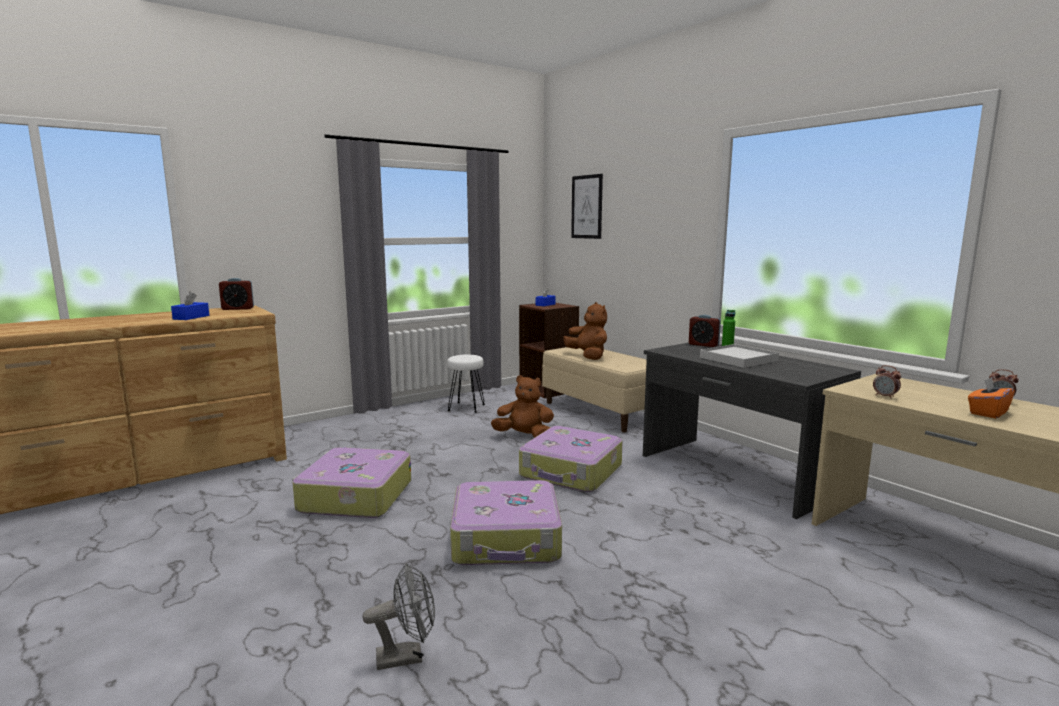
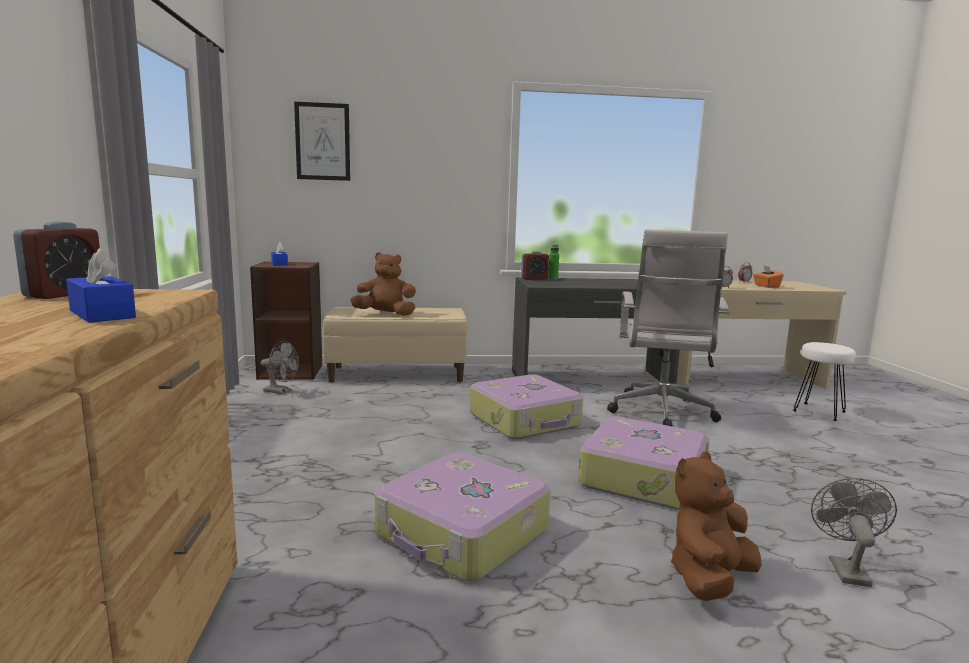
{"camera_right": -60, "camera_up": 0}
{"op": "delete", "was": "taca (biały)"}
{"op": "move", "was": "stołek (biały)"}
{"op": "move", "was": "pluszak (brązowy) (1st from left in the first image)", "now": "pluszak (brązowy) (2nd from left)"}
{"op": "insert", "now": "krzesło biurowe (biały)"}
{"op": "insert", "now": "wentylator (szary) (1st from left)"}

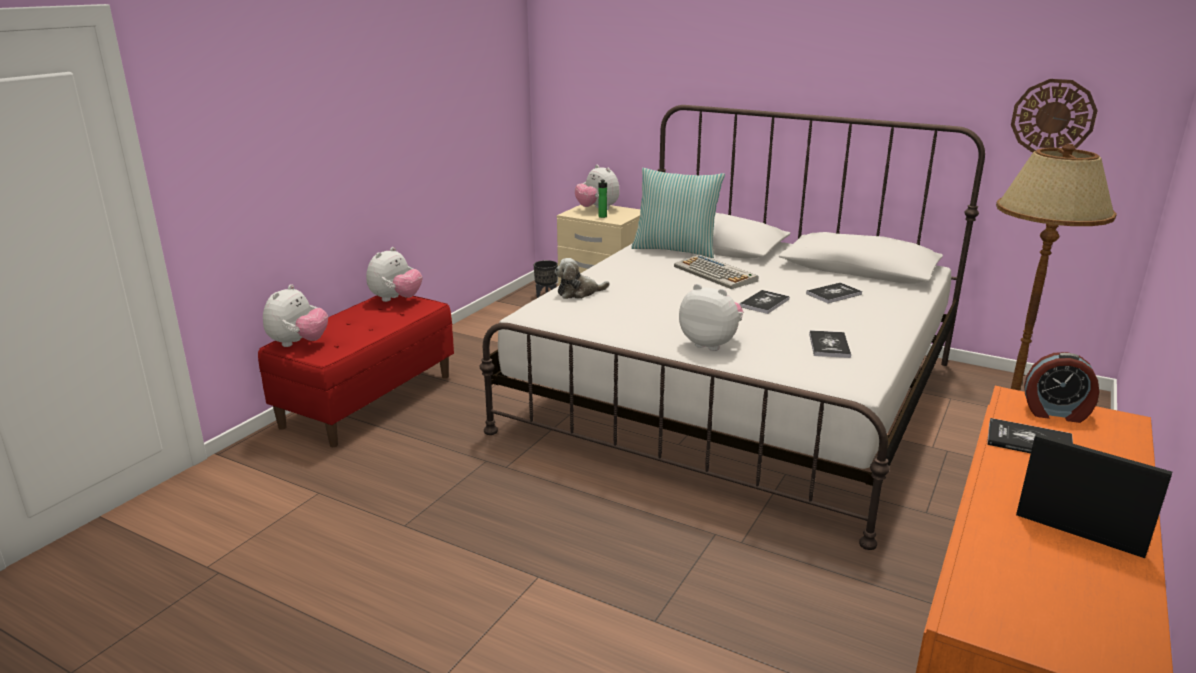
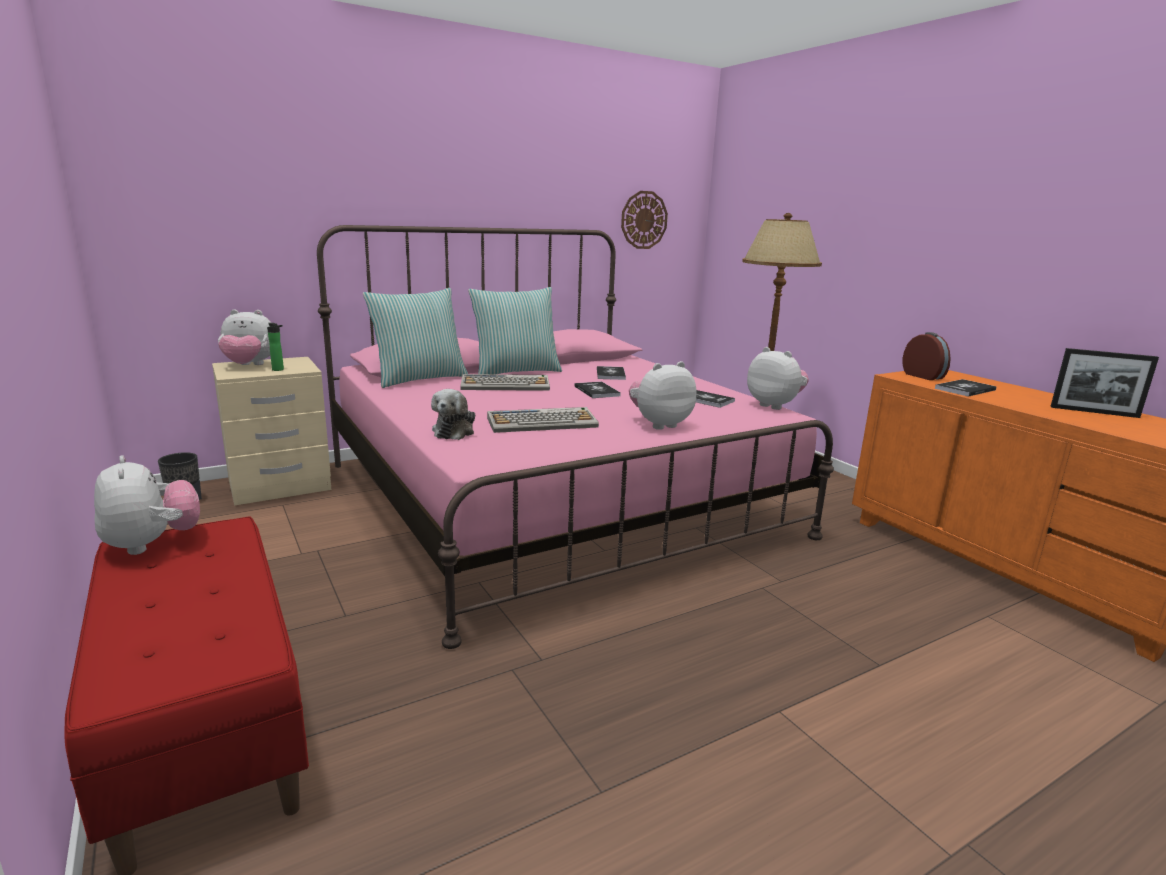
{"camera_right": -60, "camera_up": -5}
{"op": "recolor", "was": "łóżko (biały)", "now": "łóżko (różowy)"}
{"op": "move", "was": "pluszak (1st from left in the first image)", "now": "pluszak (5th from left)"}
{"op": "rotate", "was": "budzik", "clockwise": -75}
{"op": "rotate", "was": "ramka na zdjęcie", "clockwise": -135}
{"op": "insert", "now": "poduszka (2nd from left)"}
{"op": "insert", "now": "klawiatura (2nd from left)"}

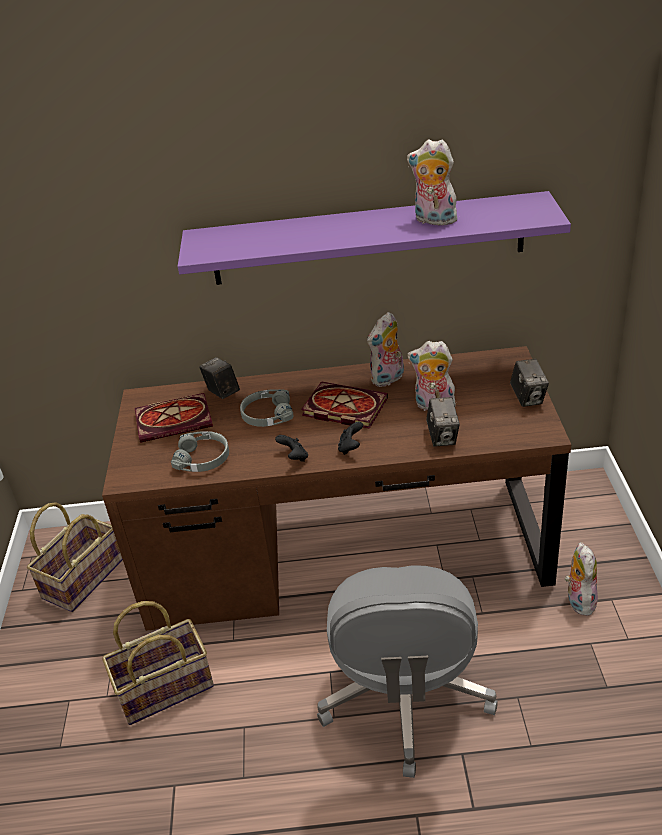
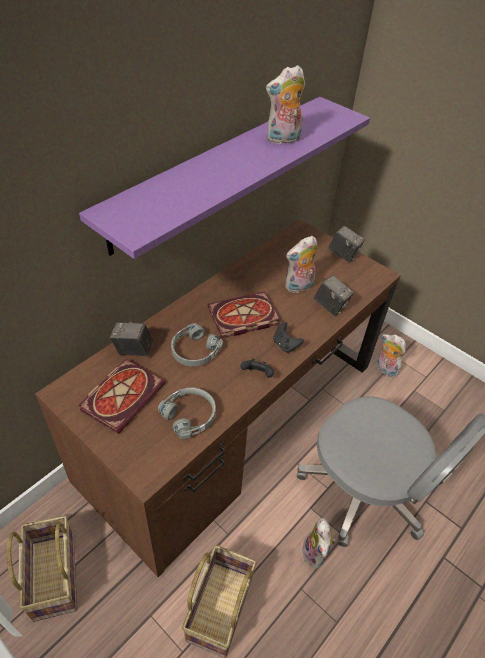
{"camera_right": -50, "camera_up": 10}
{"op": "move", "was": "pluszak (1st from left in the first image)", "now": "pluszak (3rd from left)"}

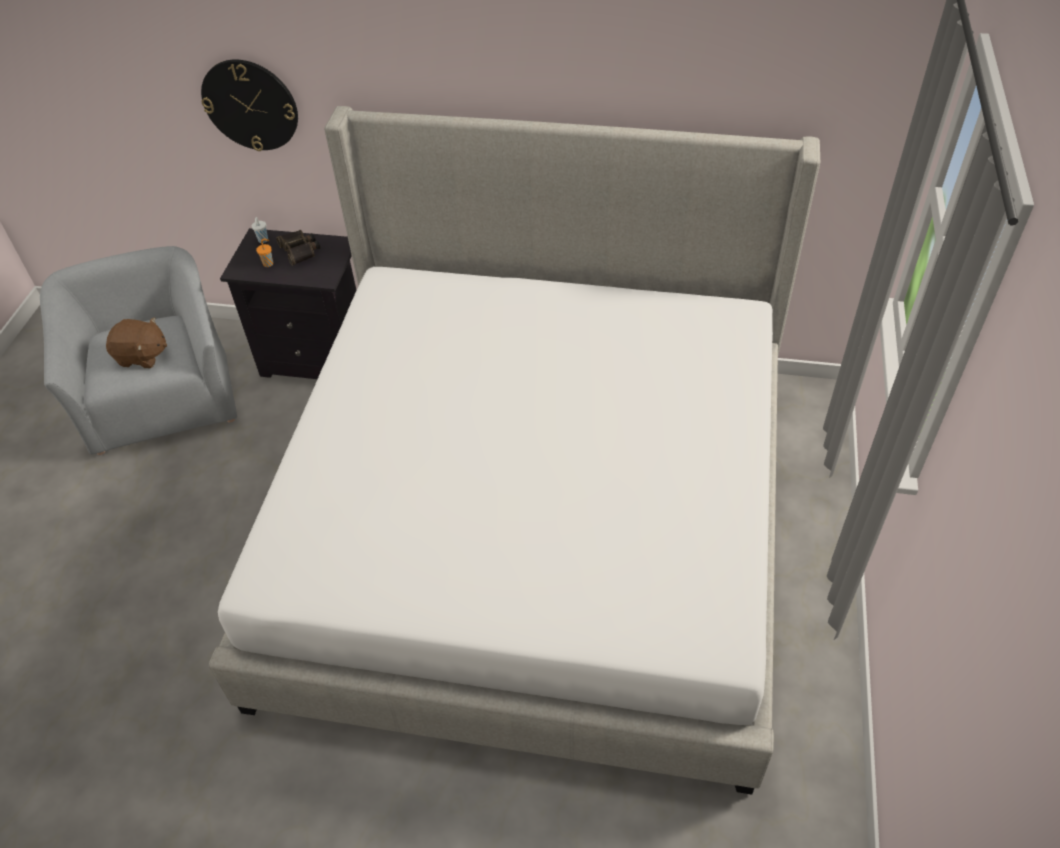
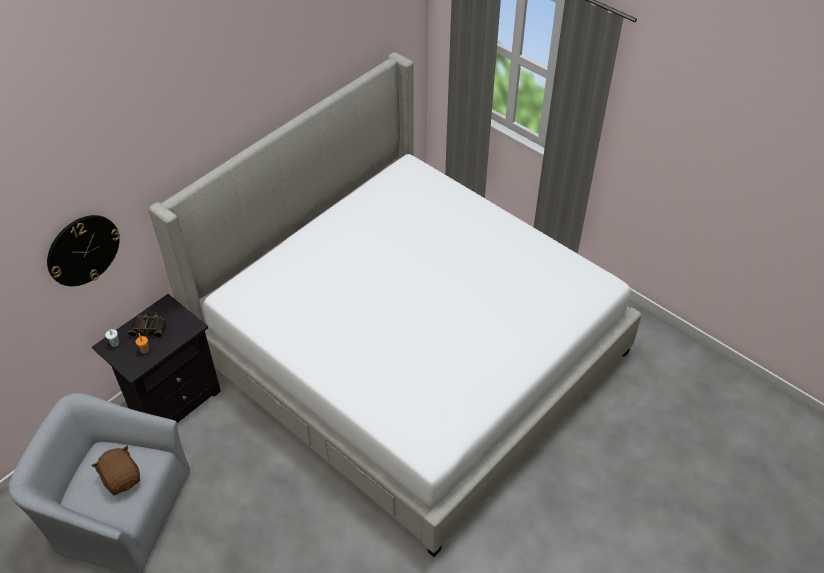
{"camera_right": -60, "camera_up": 0}
{"op": "rotate", "was": "pluszak (brązowy)", "clockwise": -75}

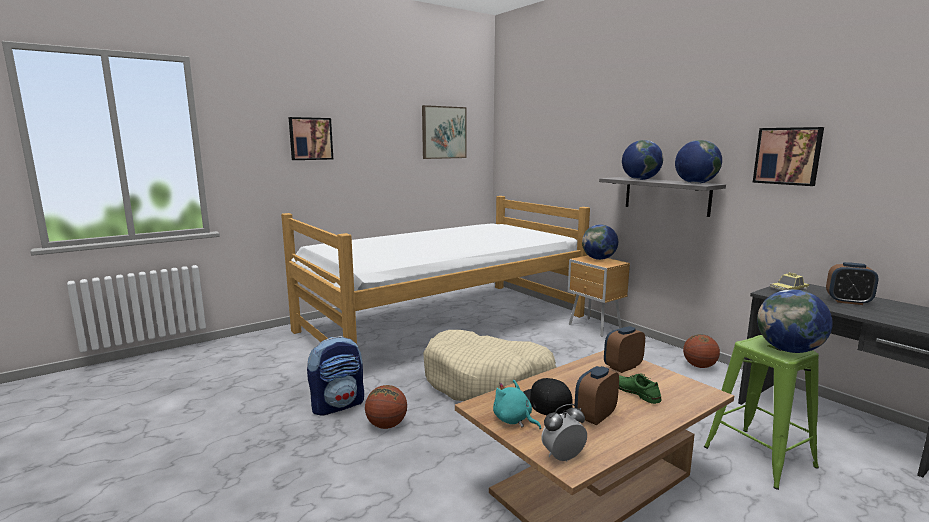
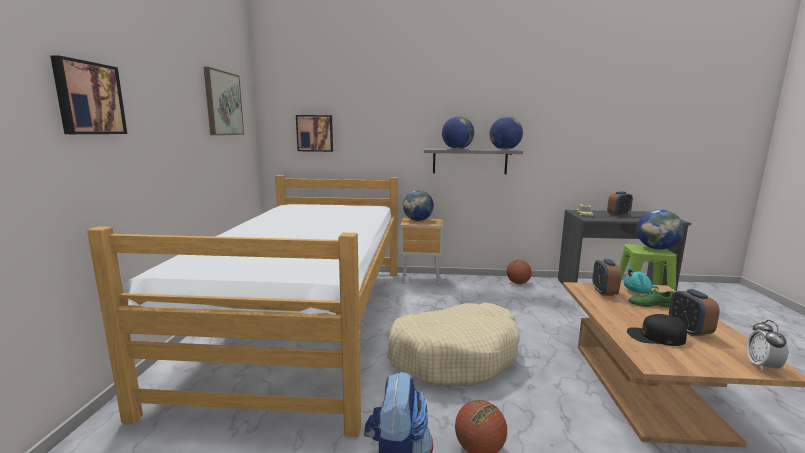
{"camera_right": -50, "camera_up": 0}
{"op": "move", "was": "obraz (3rd from left)"}
{"op": "move", "was": "pluszak (turkusowy)"}

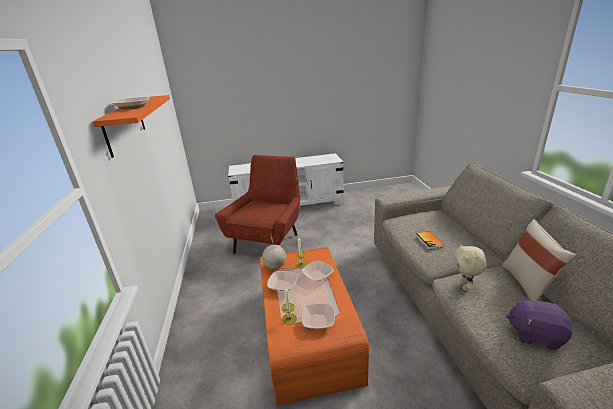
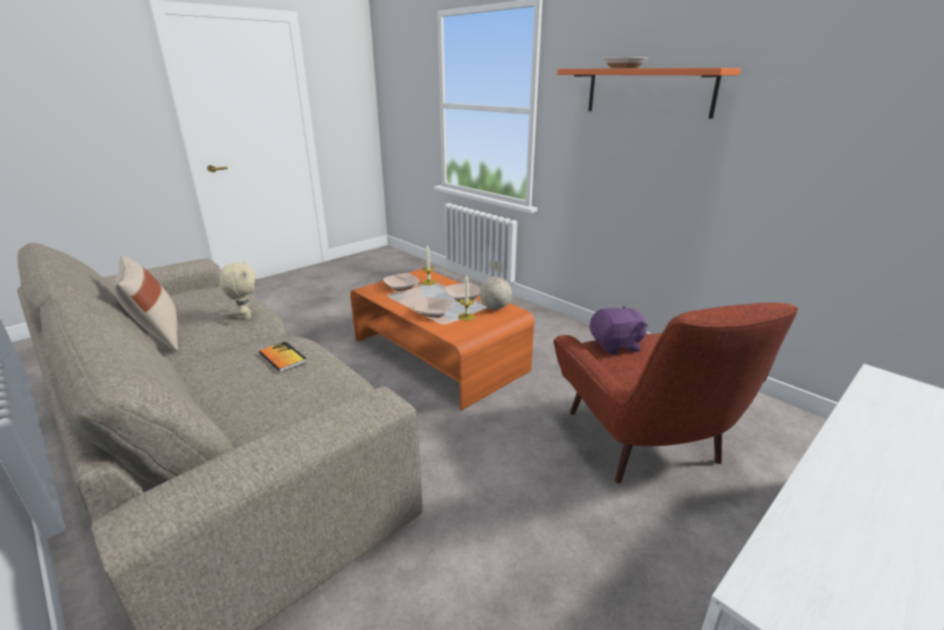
{"camera_right": 145, "camera_up": 0}
{"op": "move", "was": "pluszak (fioletowy)"}

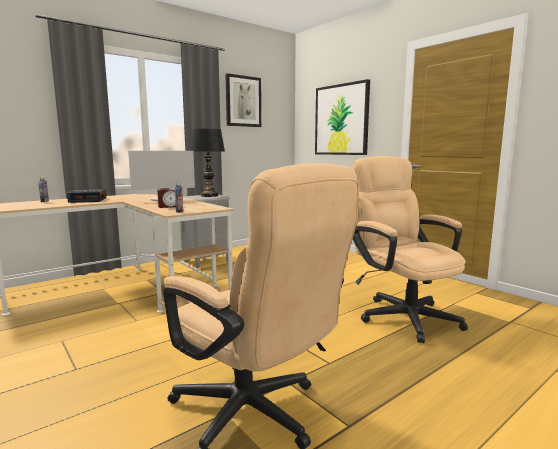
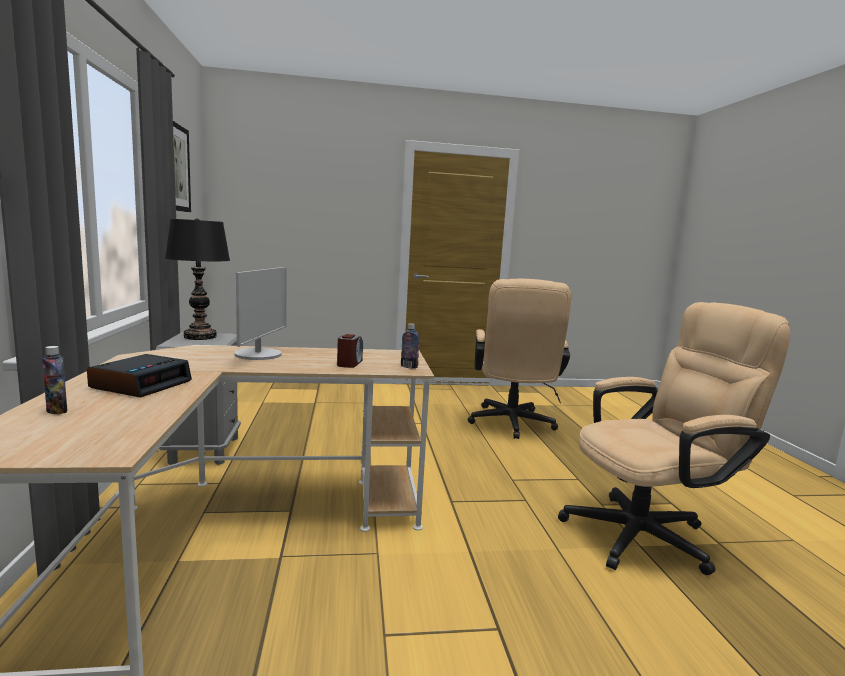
{"camera_right": -60, "camera_up": 0}
{"op": "delete", "was": "obraz (2nd from left)"}
{"op": "rotate", "was": "krzesło biurowe (beżowy) (2nd from left in the first image)", "clockwise": -90}

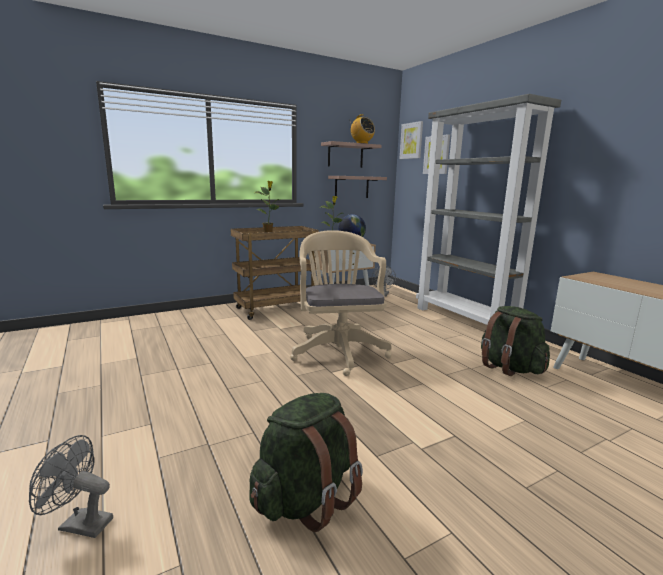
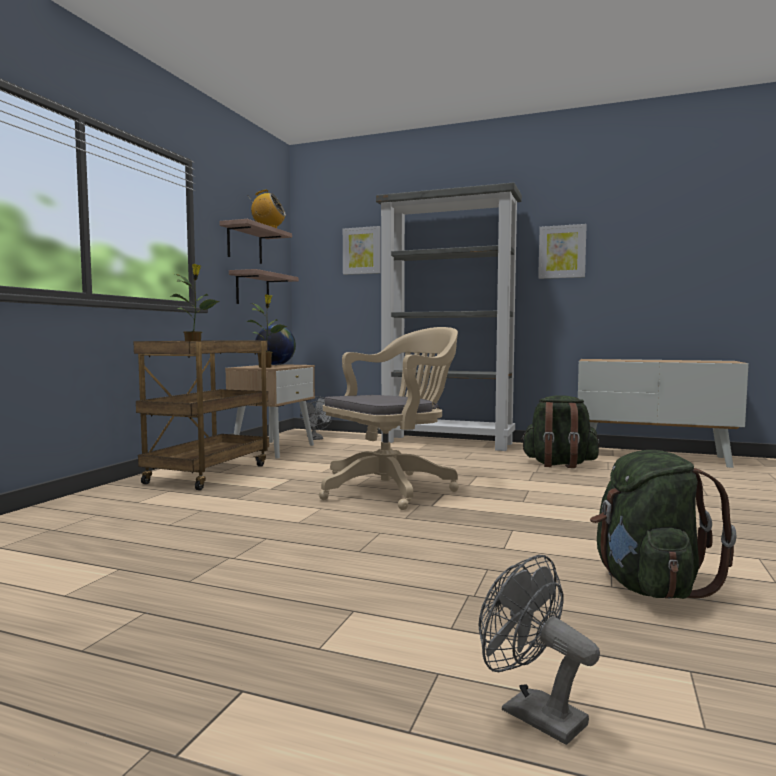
{"camera_right": -40, "camera_up": -10}
{"op": "move", "was": "obraz (1st from left in the first image)", "now": "obraz (2nd from left)"}
{"op": "rotate", "was": "krzesło biurowe (beżowy)", "clockwise": 105}
{"op": "rotate", "was": "wentylator (szary) (1st from left in the first image)", "clockwise": 75}

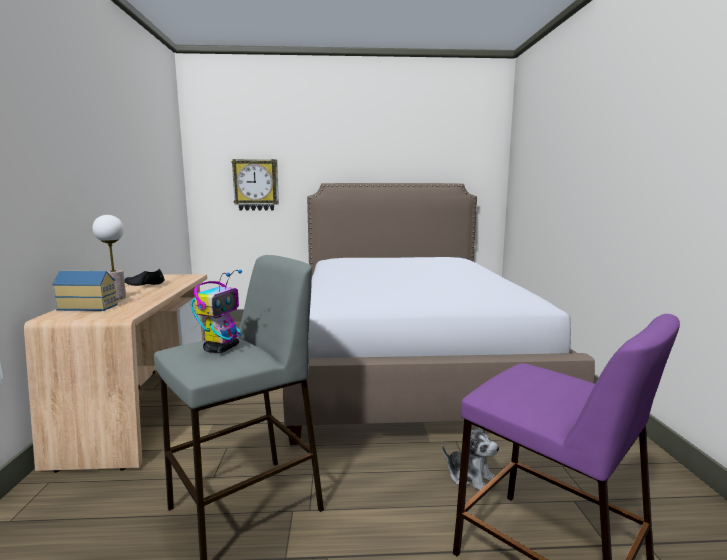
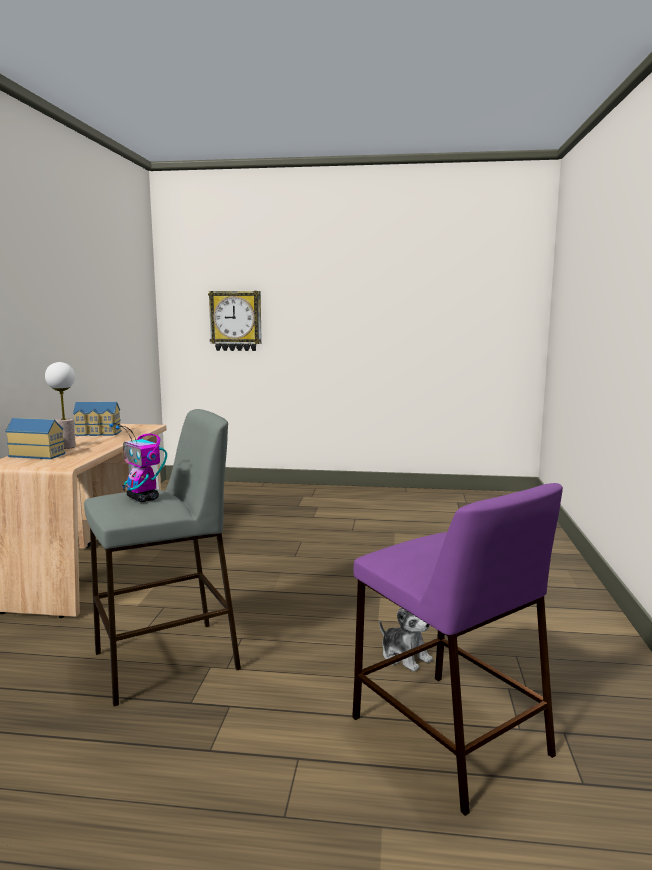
{"camera_right": 10, "camera_up": 0}
{"op": "delete", "was": "łóżko"}
{"op": "replace", "was": "but (czarny)", "now": "domek (2nd from left)"}
{"op": "rotate", "was": "robot zabawkowy", "clockwise": 105}

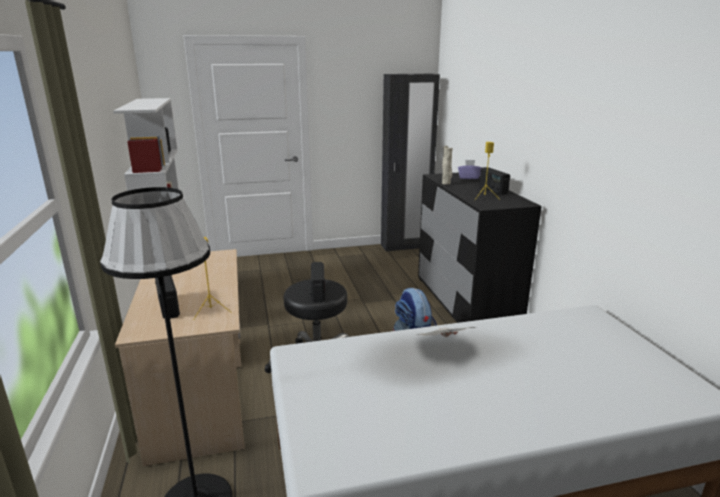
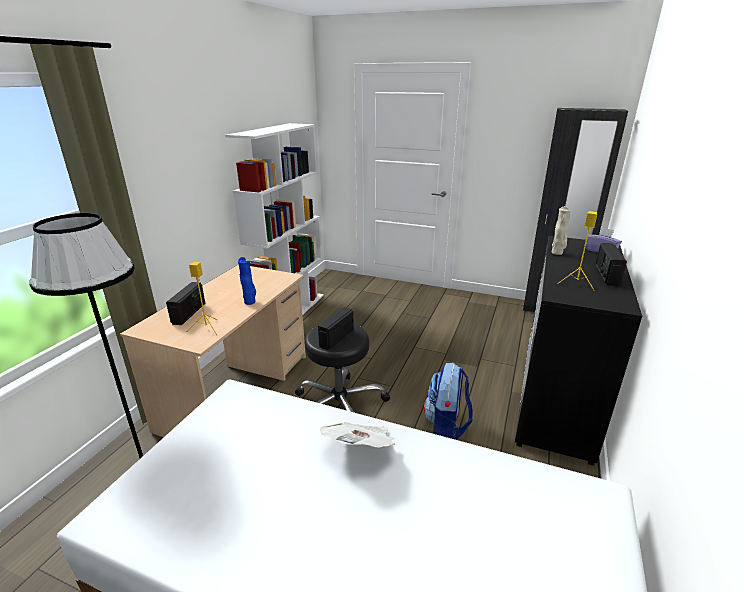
{"camera_right": 35, "camera_up": 5}
{"op": "insert", "now": "wazon (niebieski)"}

